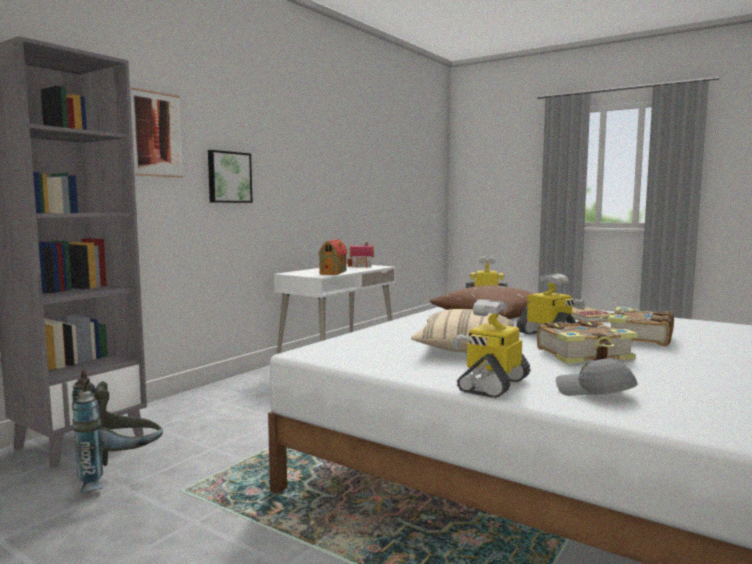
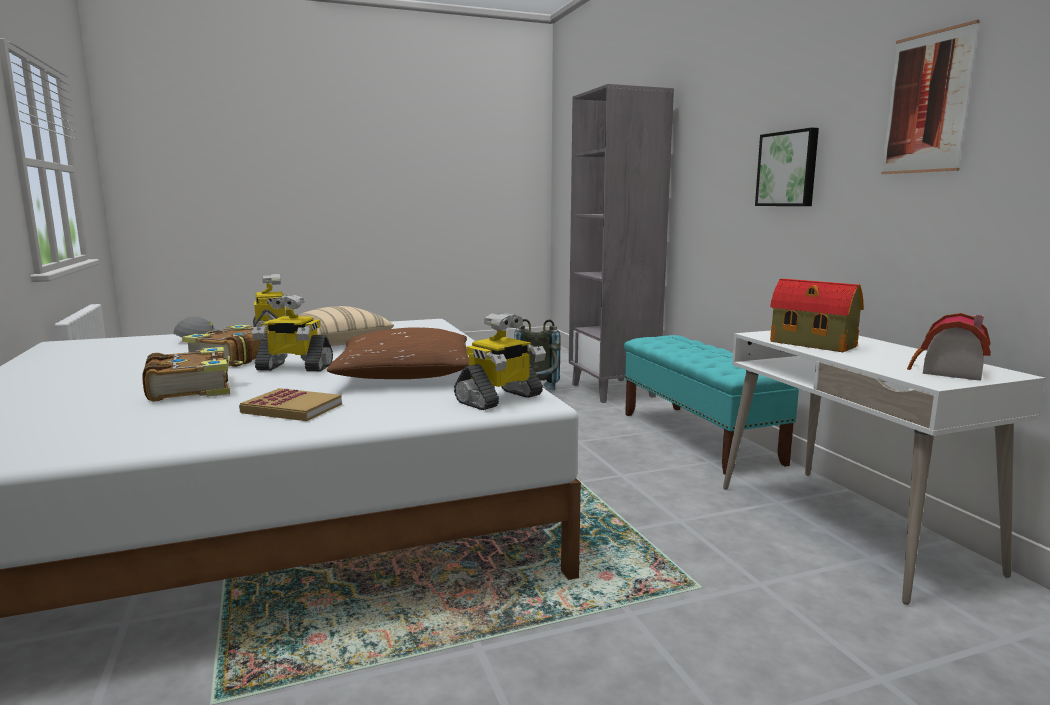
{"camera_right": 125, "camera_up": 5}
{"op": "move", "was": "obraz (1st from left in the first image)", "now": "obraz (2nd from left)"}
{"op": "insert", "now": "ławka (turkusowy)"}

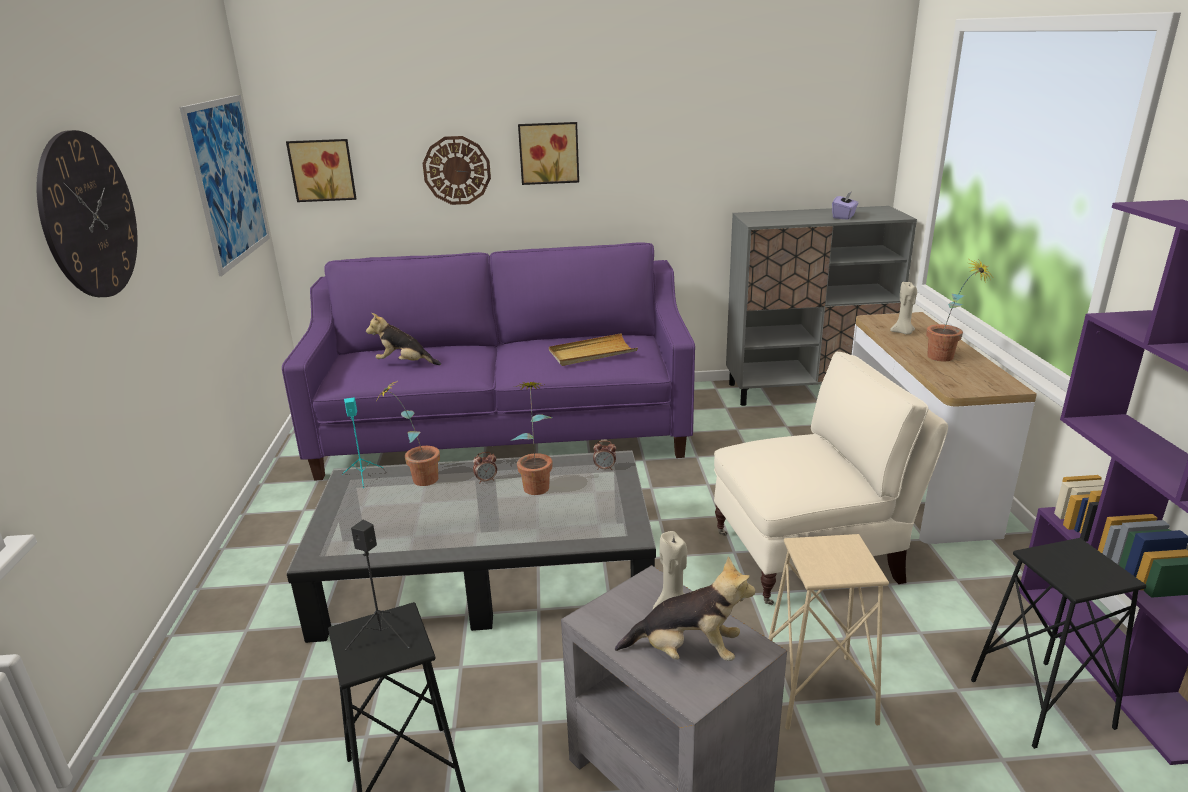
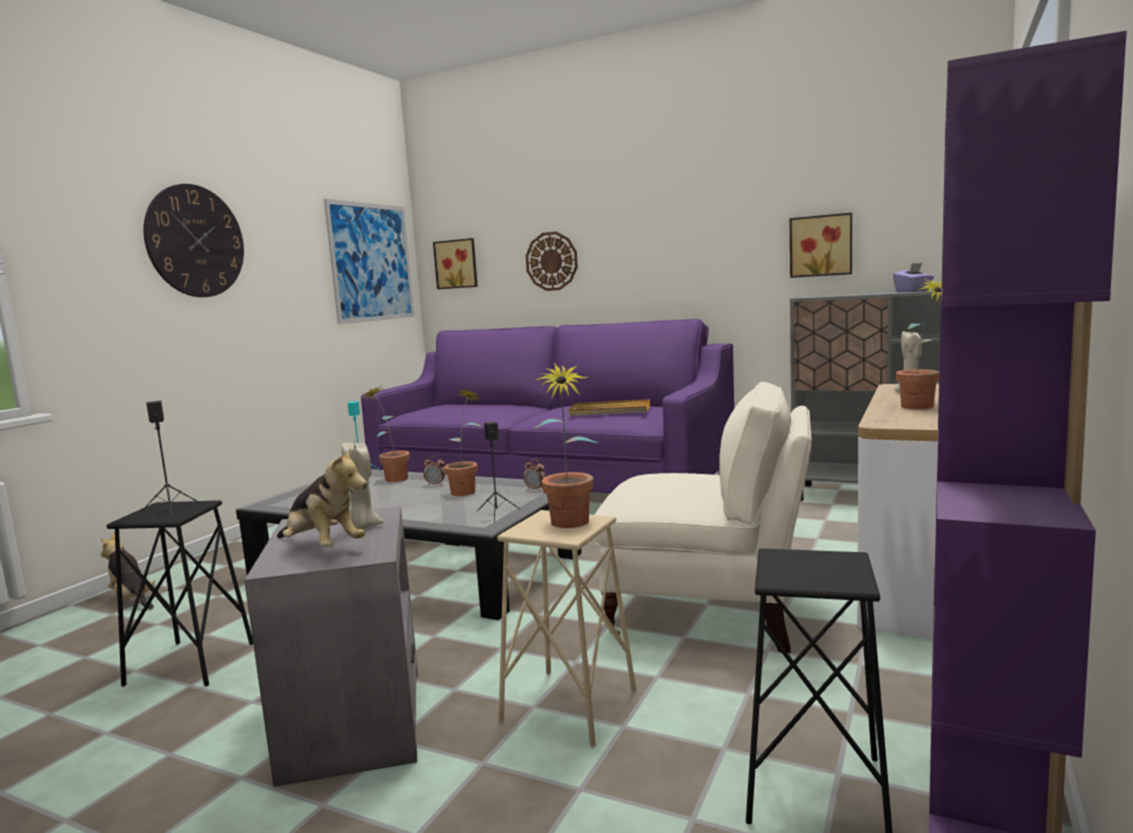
{"camera_right": 30, "camera_up": -15}
{"op": "move", "was": "obraz (3rd from left)"}
{"op": "move", "was": "pluszak (1st from left)"}
{"op": "insert", "now": "roślina doniczkowa (3rd from left)"}
{"op": "insert", "now": "głośnik (czarny) (2nd from left)"}

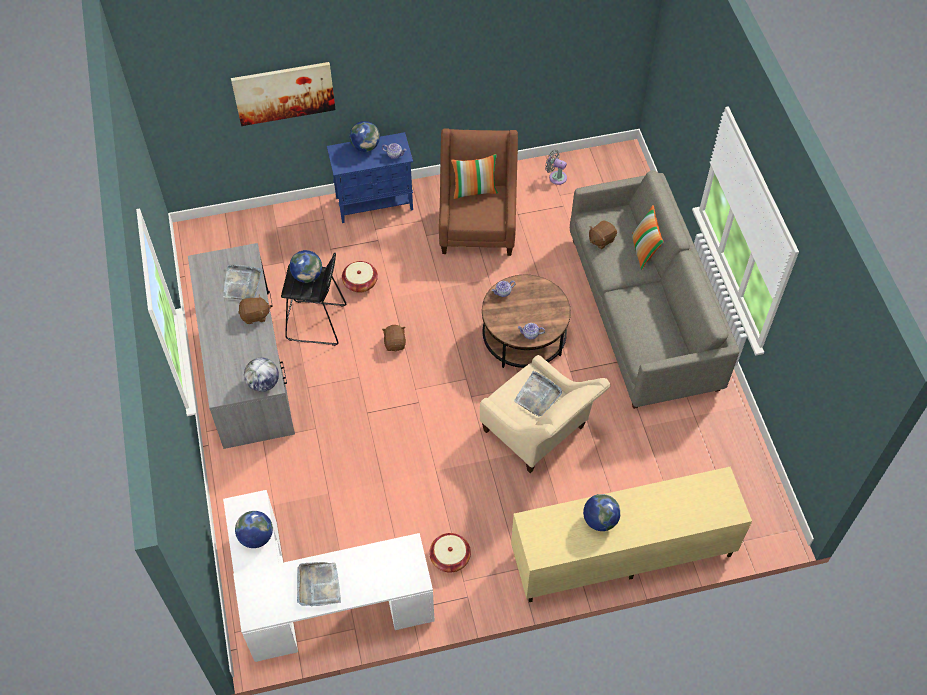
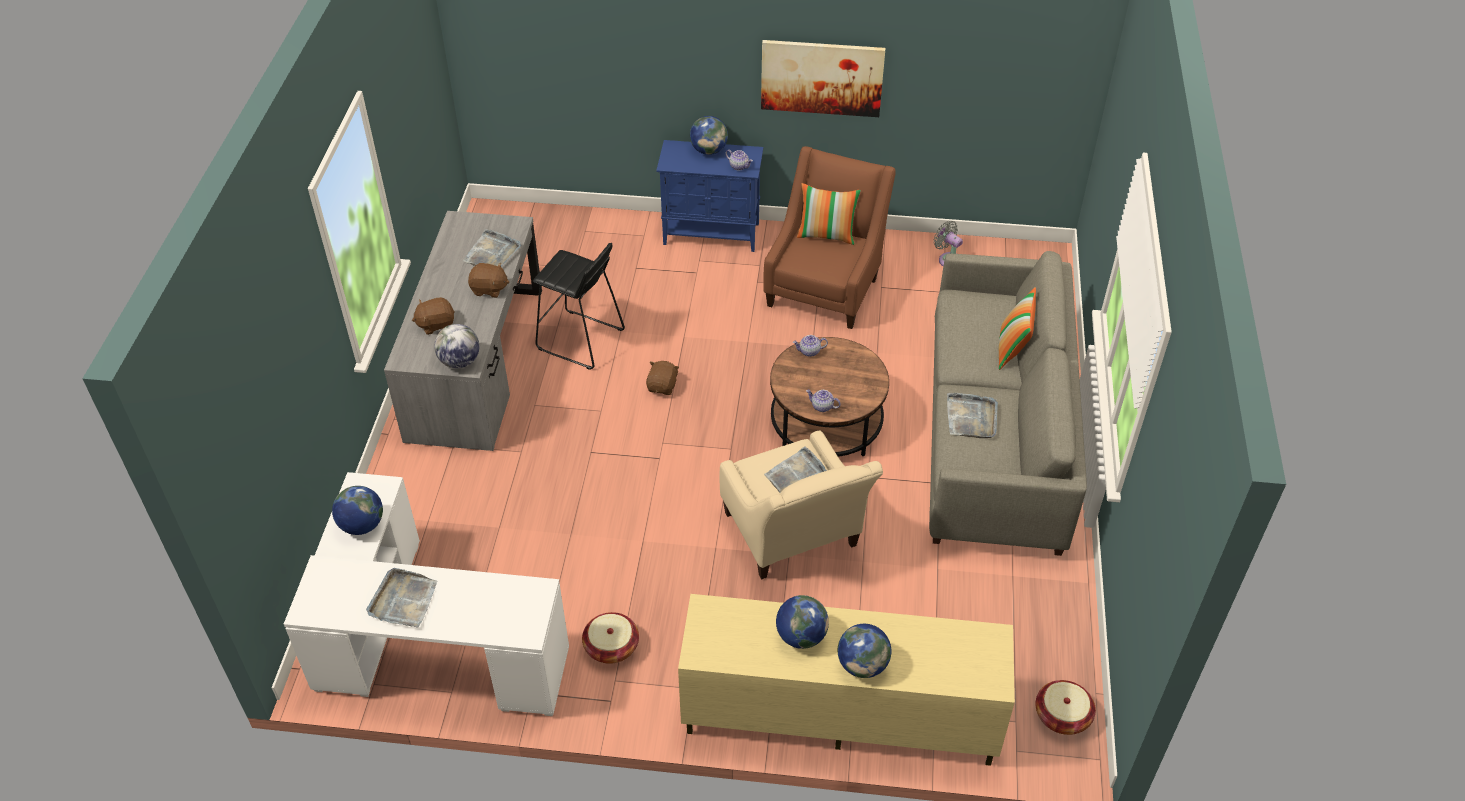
{"camera_right": 20, "camera_up": -10}
{"op": "move", "was": "obraz"}
{"op": "move", "was": "pluszak (brązowy) (3rd from left in the first image)", "now": "pluszak (brązowy) (1st from left)"}
{"op": "move", "was": "globus (3rd from left in the first image)", "now": "globus (5th from left)"}
{"op": "move", "was": "koszyk (1st from left in the first image)", "now": "koszyk (2nd from left)"}
{"op": "insert", "now": "taca (szary) (4th from left)"}

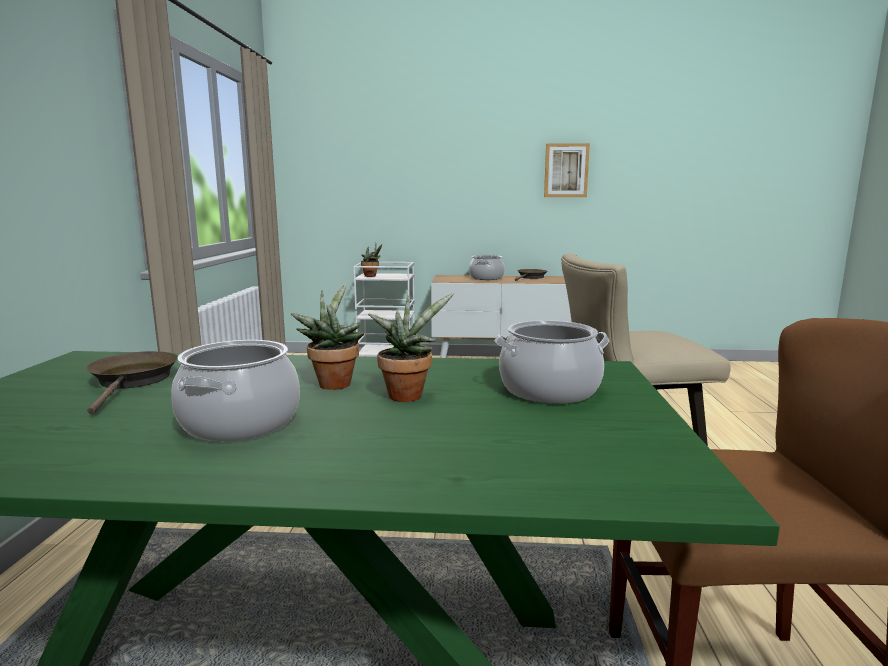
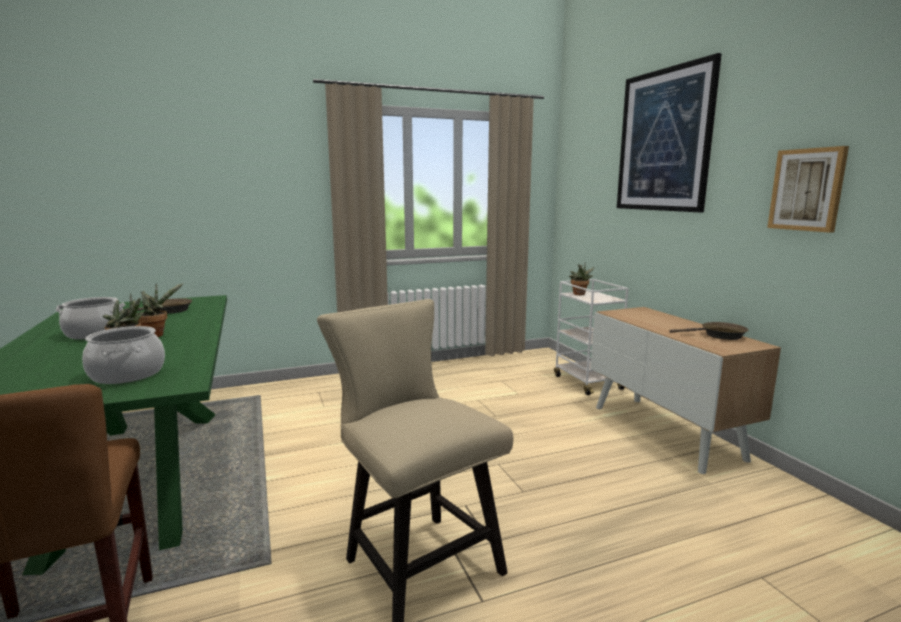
{"camera_right": 65, "camera_up": 0}
{"op": "delete", "was": "garnek (2nd from left)"}
{"op": "insert", "now": "obraz (1st from left)"}

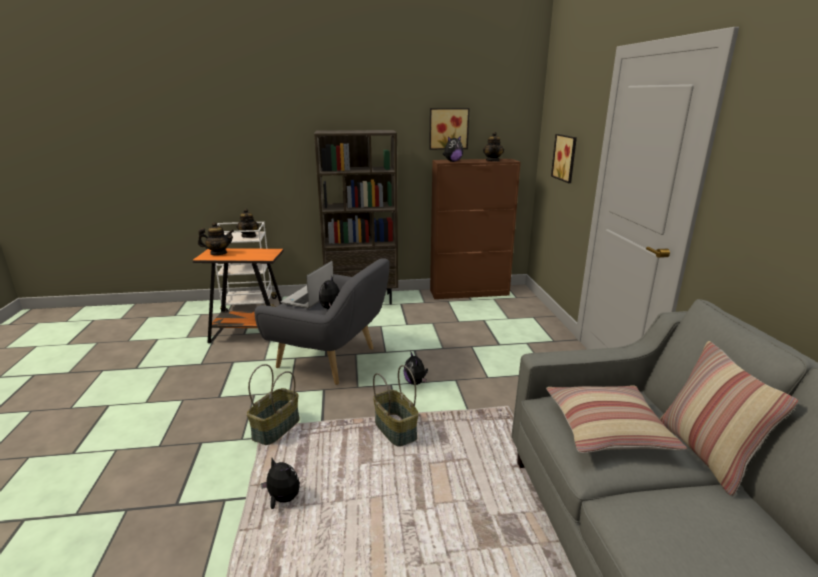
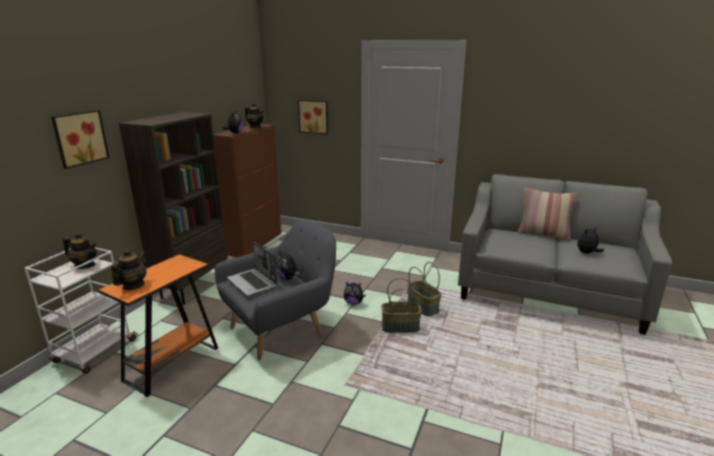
{"camera_right": -60, "camera_up": 0}
{"op": "move", "was": "obraz (1st from left)"}
{"op": "move", "was": "koszyk (1st from left in the first image)", "now": "koszyk (2nd from left)"}
{"op": "delete", "was": "poduszka (1st from left)"}
{"op": "move", "was": "pluszak (1st from left in the first image)", "now": "pluszak (4th from left)"}

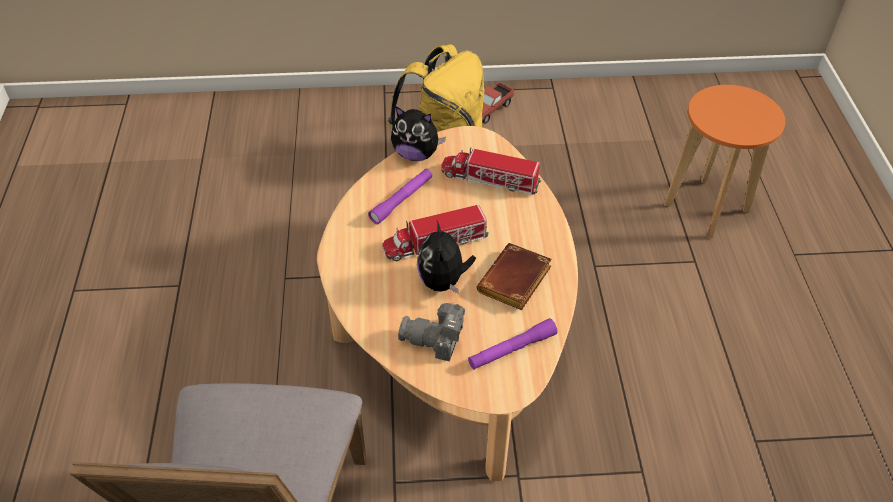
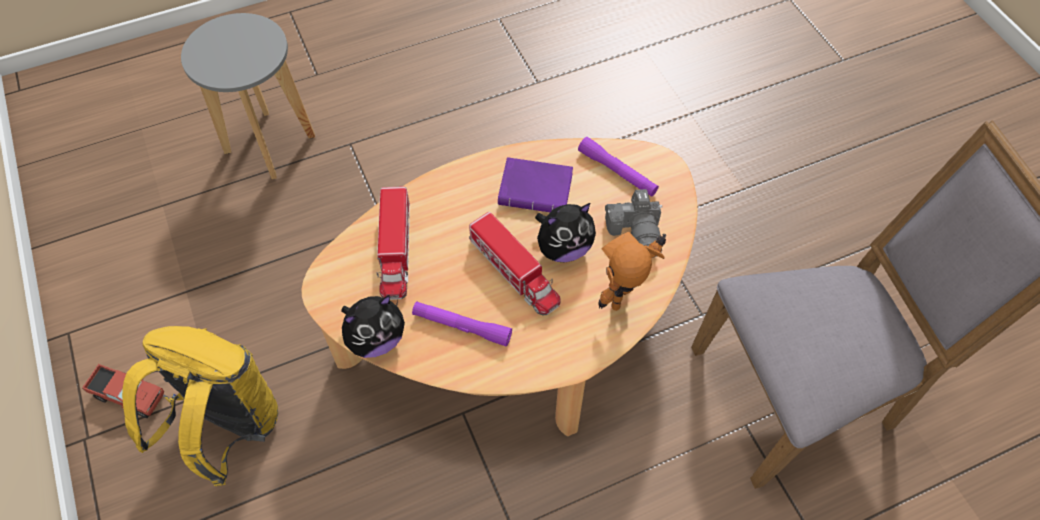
{"camera_right": -110, "camera_up": 10}
{"op": "recolor", "was": "stołek (pomarańczowy)", "now": "stołek (szary)"}
{"op": "rotate", "was": "pluszak (1st from left)", "clockwise": 60}
{"op": "recolor", "was": "książka (brązowy)", "now": "książka (fioletowy)"}
{"op": "insert", "now": "robot zabawkowy"}

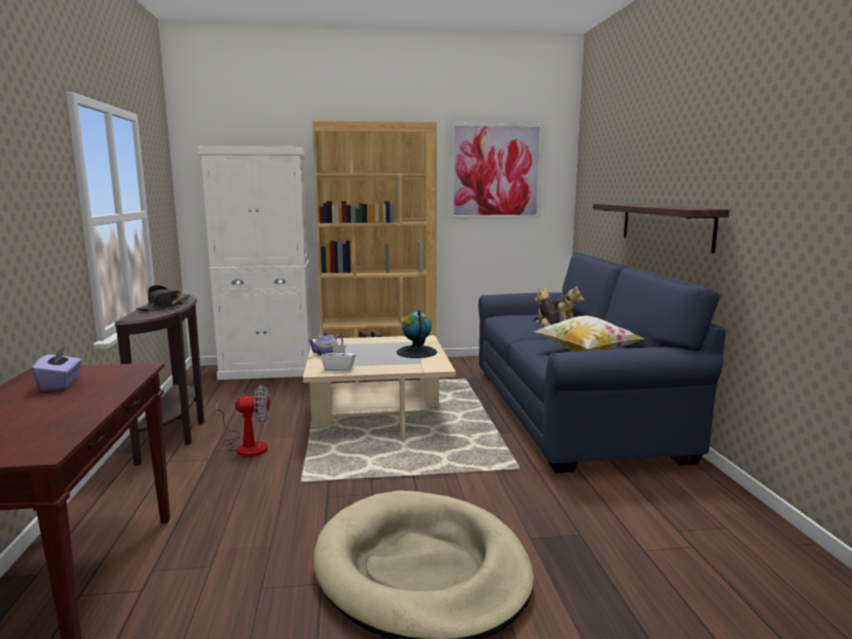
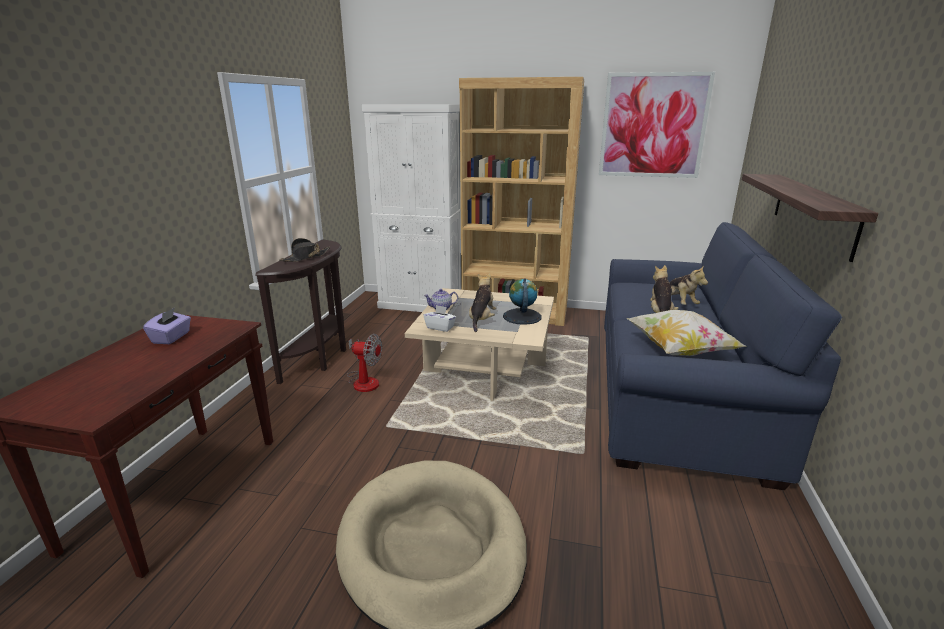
{"camera_right": 20, "camera_up": 10}
{"op": "insert", "now": "pluszak (1st from left)"}

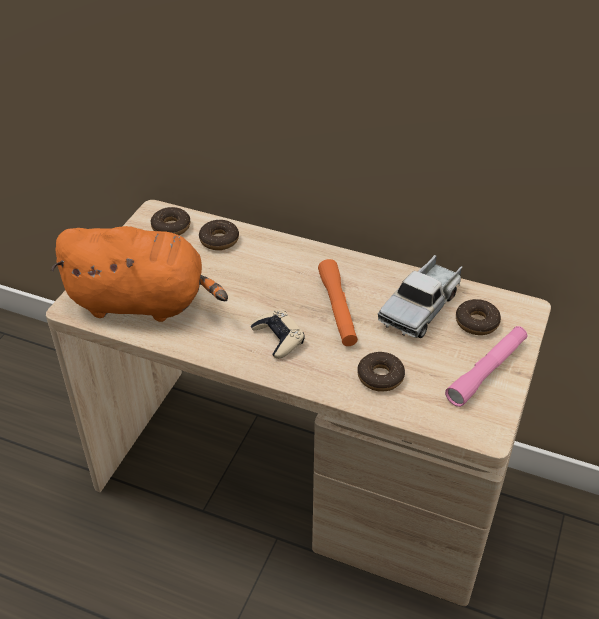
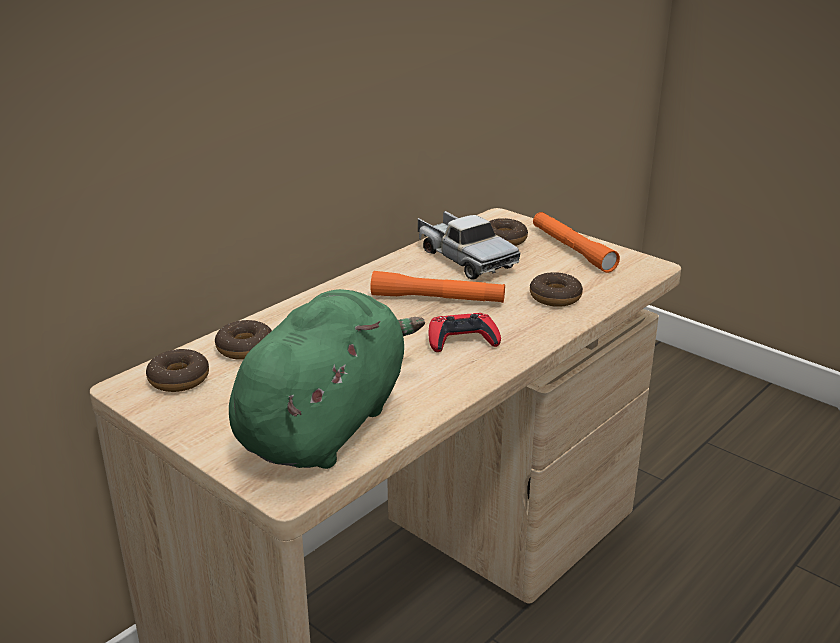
{"camera_right": -70, "camera_up": -15}
{"op": "recolor", "was": "pluszak (pomarańczowy)", "now": "pluszak (zielony)"}
{"op": "recolor", "was": "pad do gier (beżowy)", "now": "pad do gier (czerwony)"}
{"op": "recolor", "was": "latarka (różowy)", "now": "latarka (pomarańczowy) (2nd from left)"}

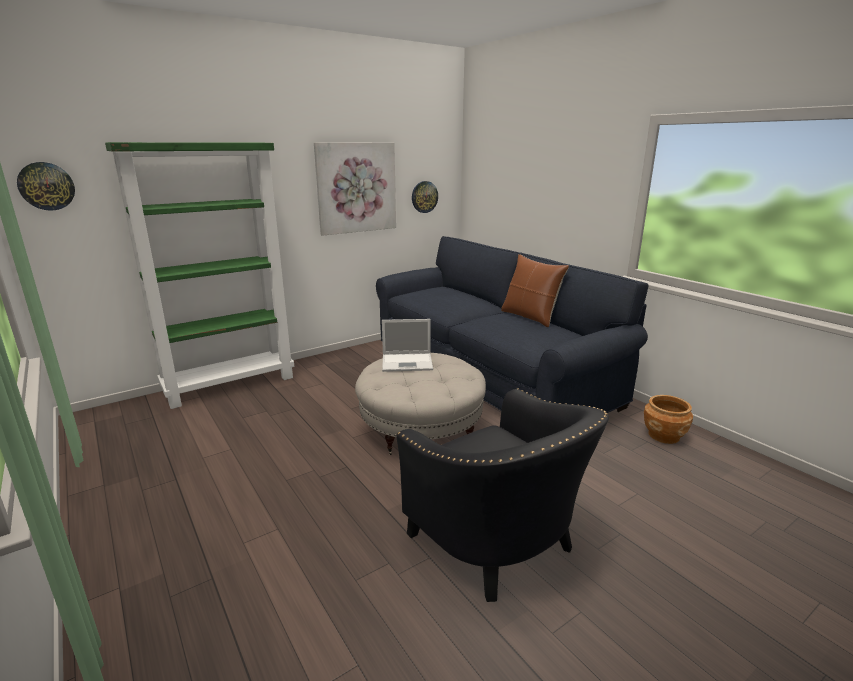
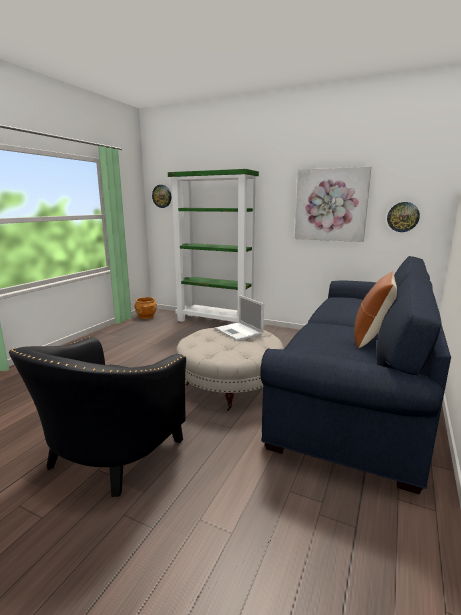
{"camera_right": 60, "camera_up": -5}
{"op": "move", "was": "donica (brązowy)"}

